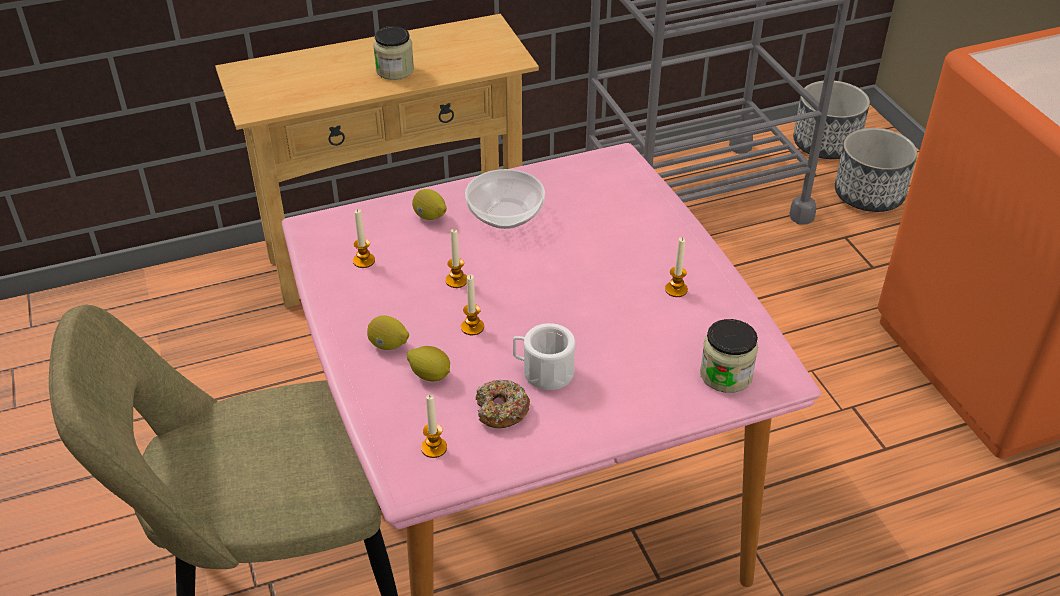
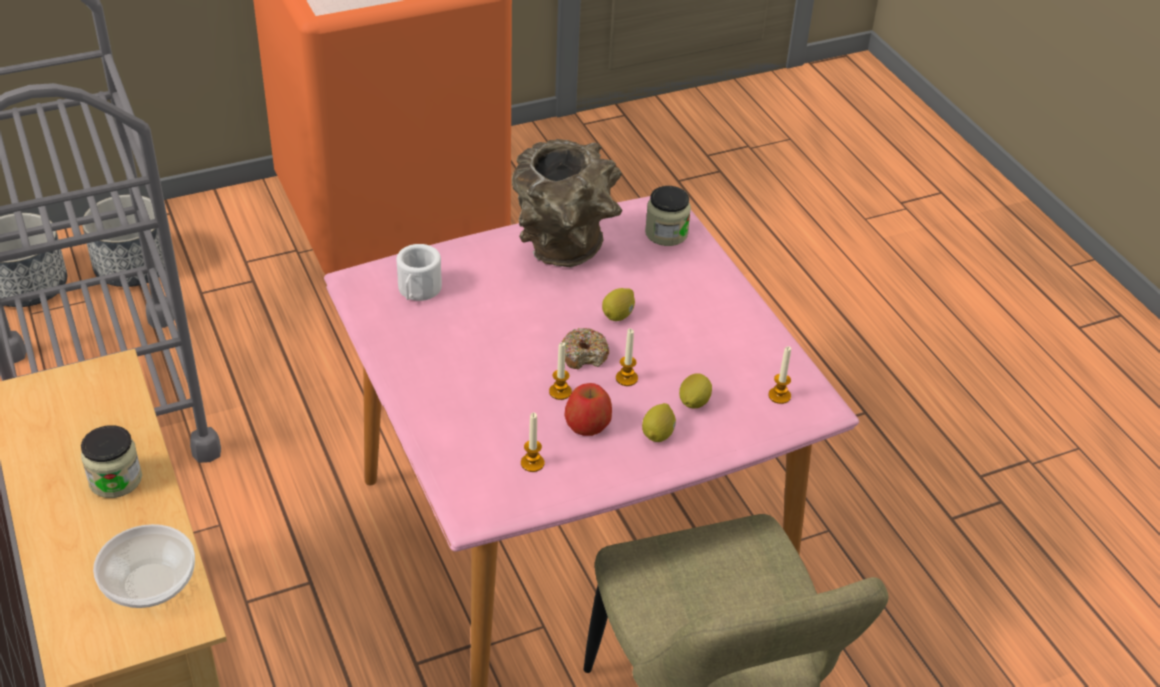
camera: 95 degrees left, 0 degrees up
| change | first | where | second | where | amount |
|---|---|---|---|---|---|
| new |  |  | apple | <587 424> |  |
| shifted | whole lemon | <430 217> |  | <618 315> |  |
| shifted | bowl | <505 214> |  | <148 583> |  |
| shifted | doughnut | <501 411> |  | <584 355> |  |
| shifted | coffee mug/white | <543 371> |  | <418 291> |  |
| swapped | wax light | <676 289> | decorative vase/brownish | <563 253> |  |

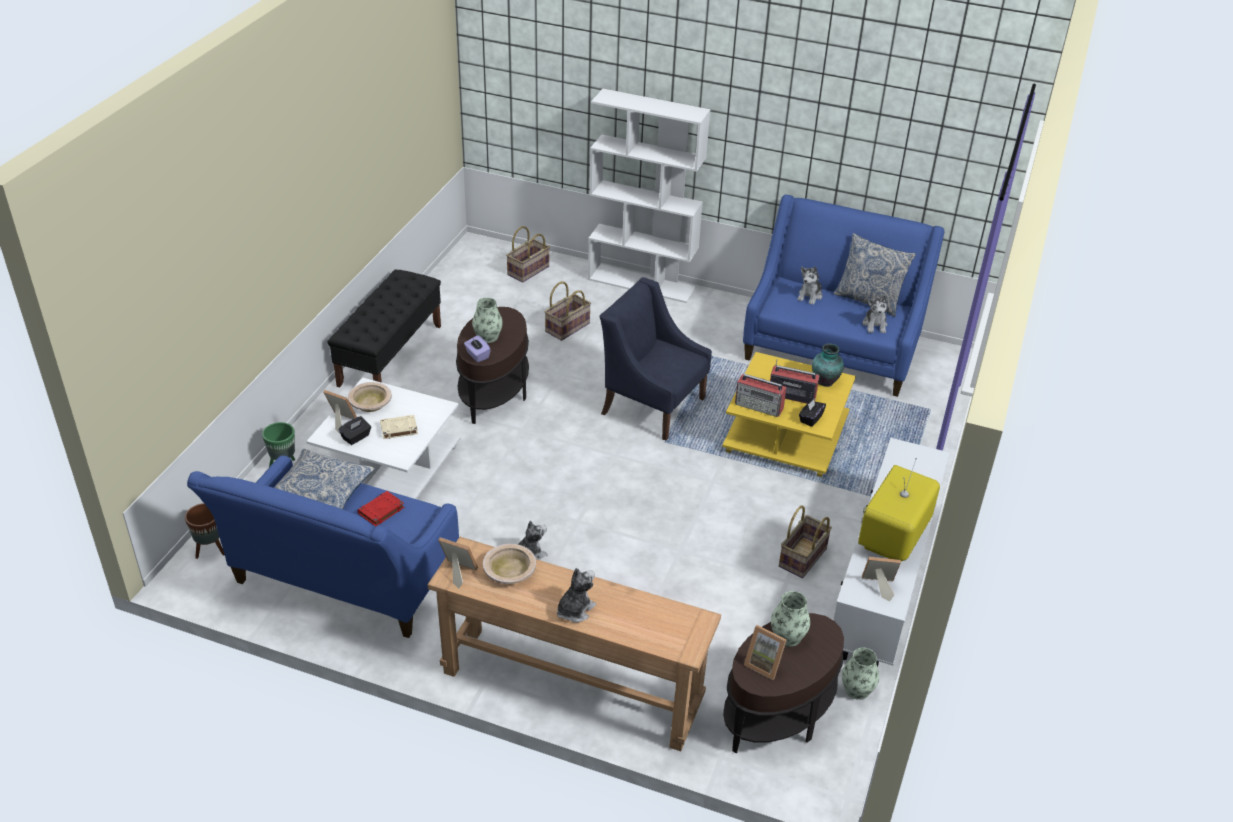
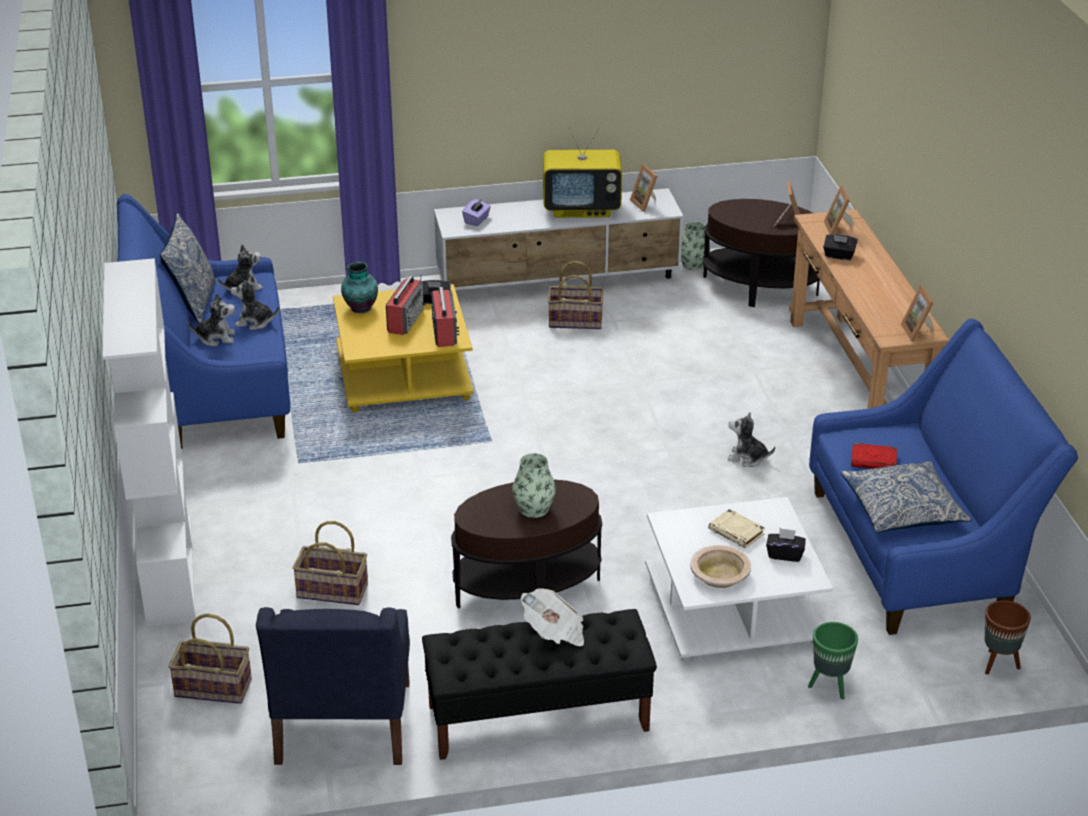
camera: 120 degrees left, 5 degrees down
| change | first | where | second | where | amount |
|---|---|---|---|---|---|
| gone | bowl/beige | <509 571> |  |  |  |
| gone | decorative vase | <788 636> |  |  |  |
| new |  |  | printed paper | <554 632> |  |
| new |  |  | box of tissues/black | <839 255> |  |
| shifted | photo frame | <340 421> |  | <838 228> |  |
| shifted | box of tissues/purplish | <477 355> |  | <477 220> |  |
| shifted | plush toy | <575 610> |  | <255 322> |  |
| shifted | armchair/blue-coloured | <652 405> |  | <342 724> |  |
| rotated | radio set | <791 395> |  | <406 320> | 150 degrees counterclockwise |

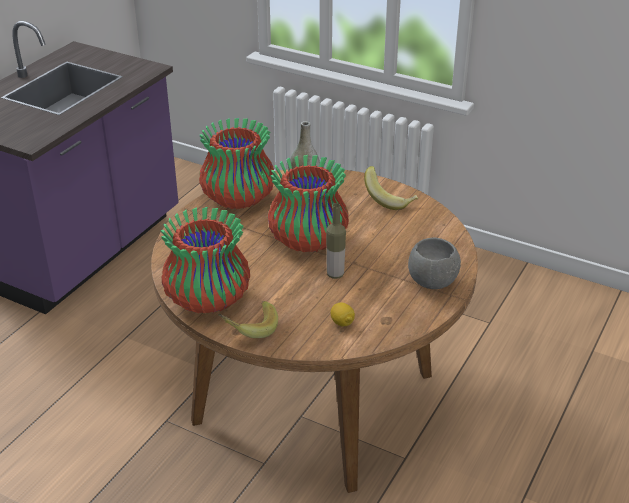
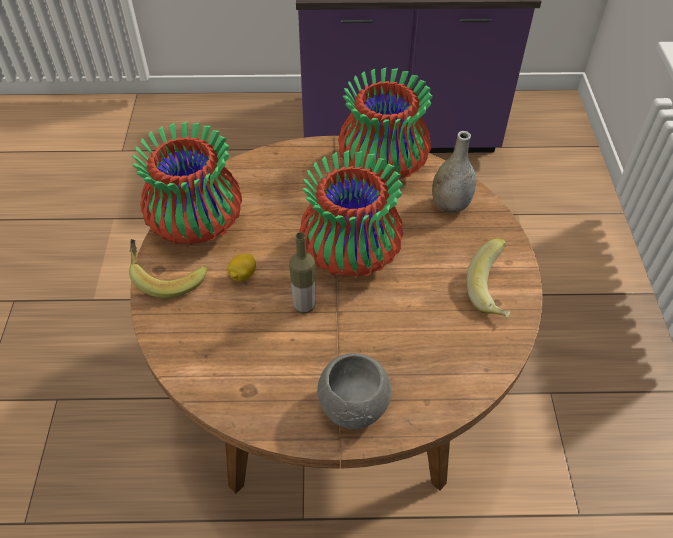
camera: 60 degrees right, 15 degrees up
| change | first | where | second | where | amount |
|---|---|---|---|---|---|
| shifted | whole lemon | <342 322> |  | <243 275> |  |

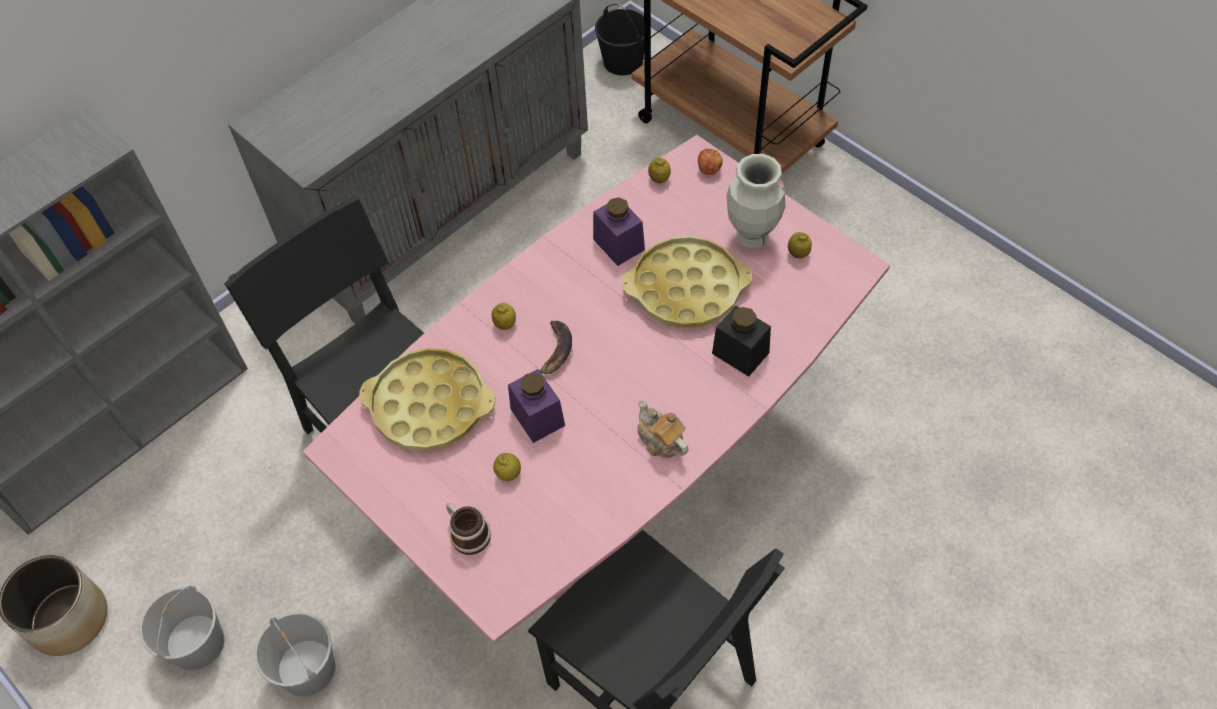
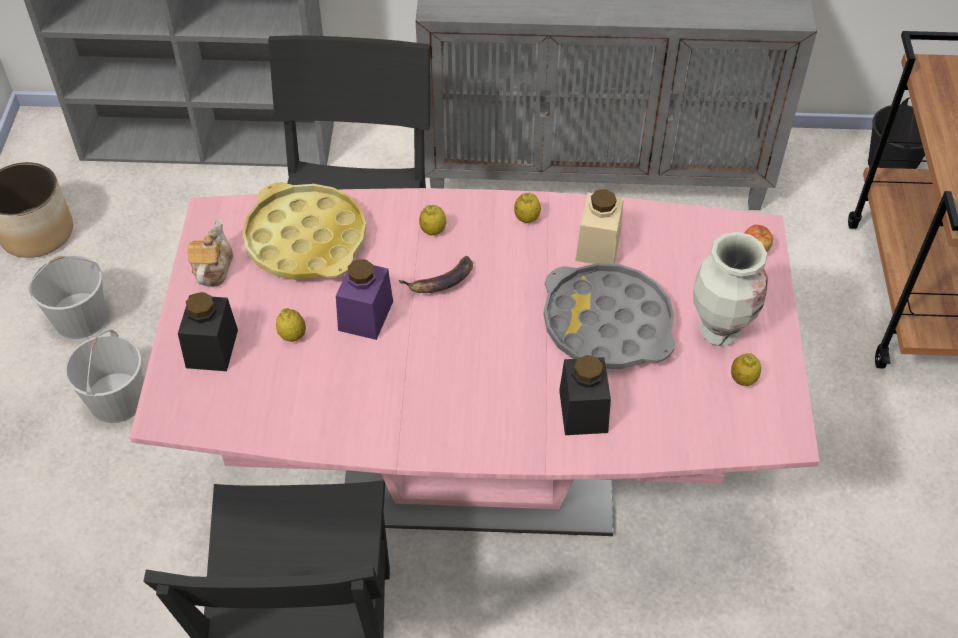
camera: 45 degrees right, 5 degrees down
| change | first | where | second | where | amount |
|---|---|---|---|---|---|
| shifted | teapot | <660 440> |  | <212 268> |  |
| shifted | whole lemon | <659 179> |  | <527 218> |  |
| swapped | coffee mug | <467 533> | jar/black | <212 348> |  |
| repainted | jar/purplish | <618 244> | jar/beige | <598 246> |  |
| repainted | tray/yellow-coloured | <686 289> | tray/greyish | <607 324> |  |

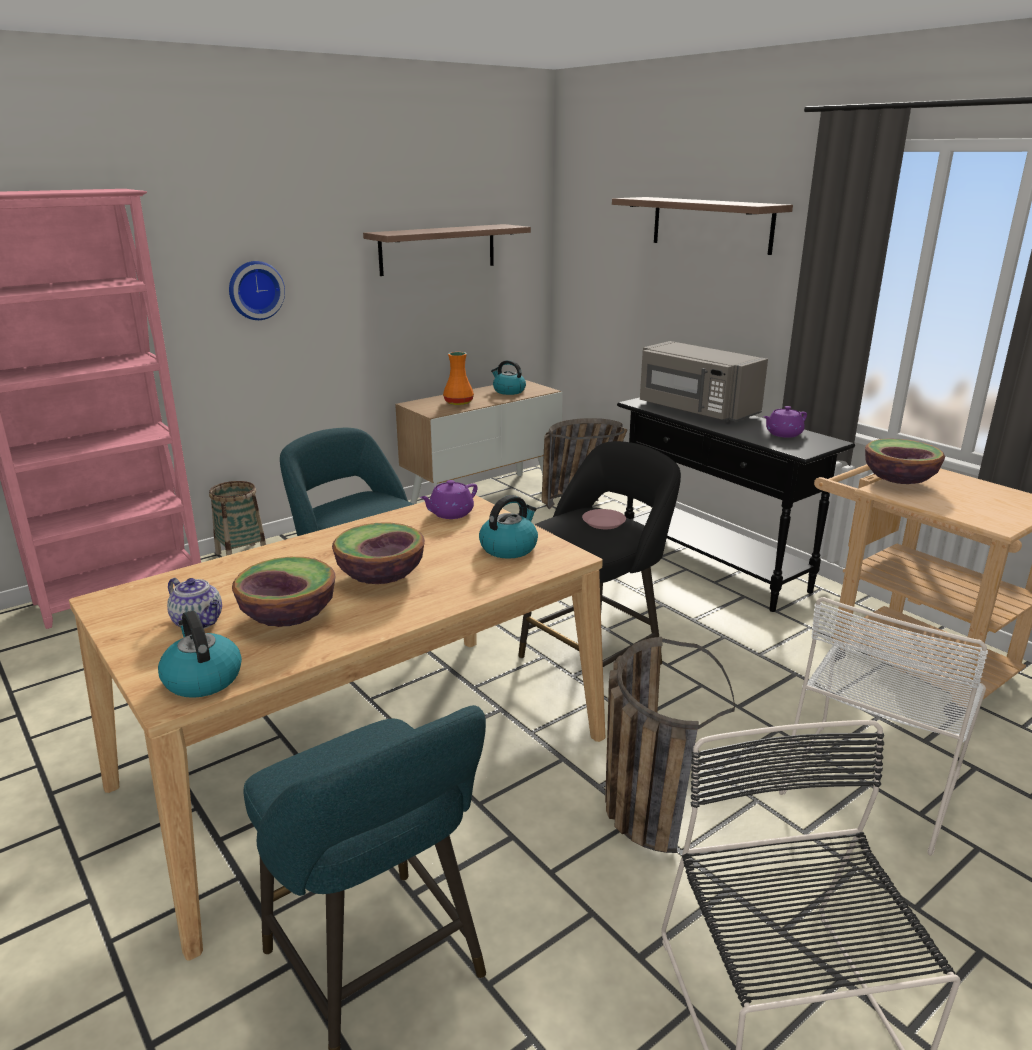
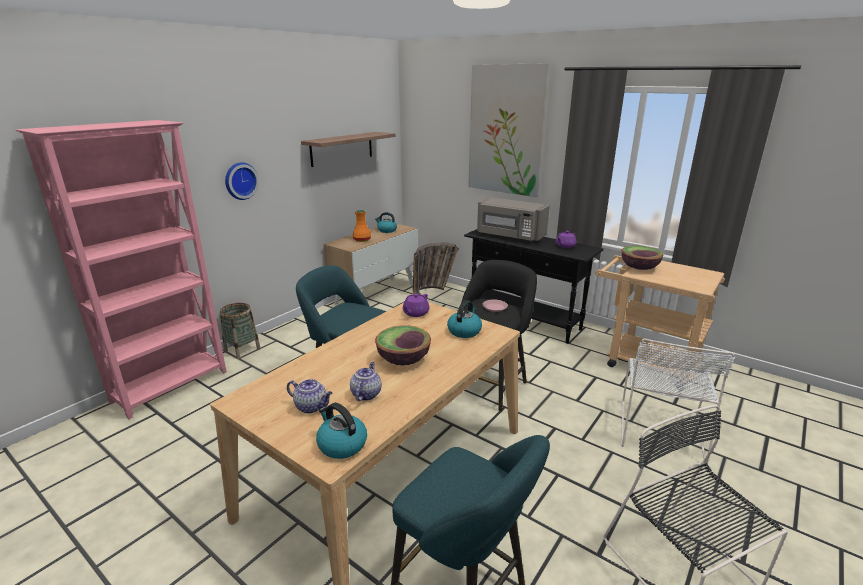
camera: 15 degrees left, 0 degrees up
| change | first | where | second | where | amount |
|---|---|---|---|---|---|
| gone | storage basket | <642 799> |  |  |  |
| swapped | bowl | <288 617> | teapot | <366 394> |  |
| swapped | shelf | <711 224> | wall art | <506 130> |  |

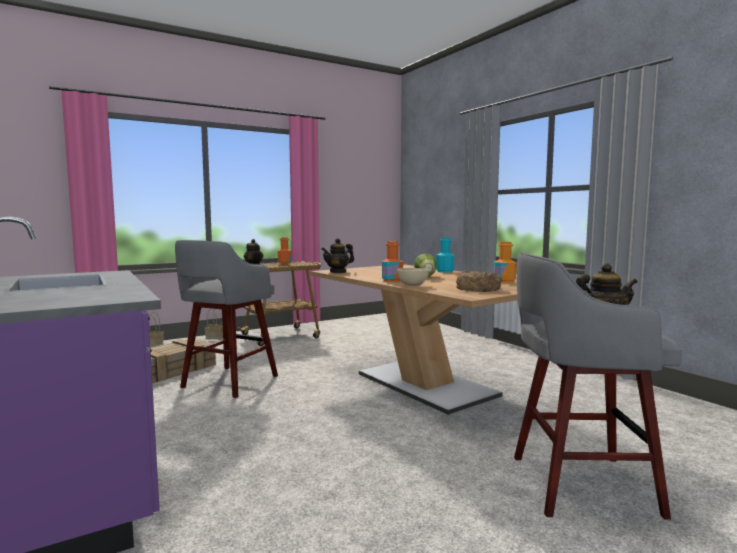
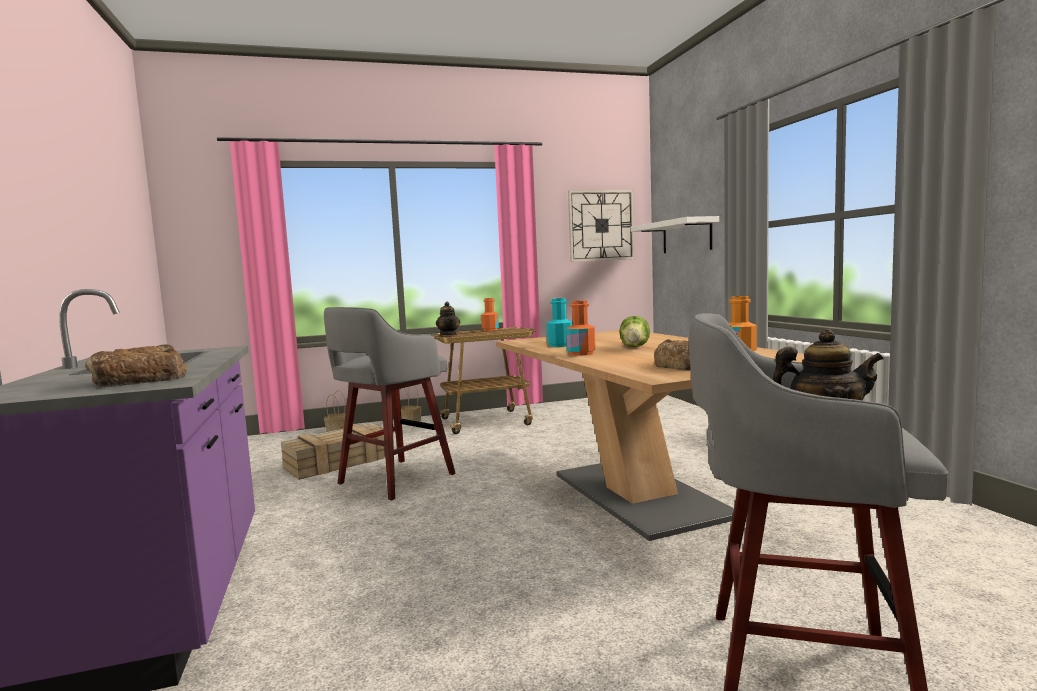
camera: 15 degrees right, 0 degrees up
| change | first | where | second | where | amount |
|---|---|---|---|---|---|
| gone | teapot | <338 272> |  |  |  |
| gone | bowl/beige | <413 285> |  |  |  |
| new |  |  | bread | <139 379> |  |
| new |  |  | wall clock | <601 225> |  |
| new |  |  | shelf/white | <686 236> |  |
| shifted | bottle/turquoise-coloured | <445 271> |  | <560 345> |  |

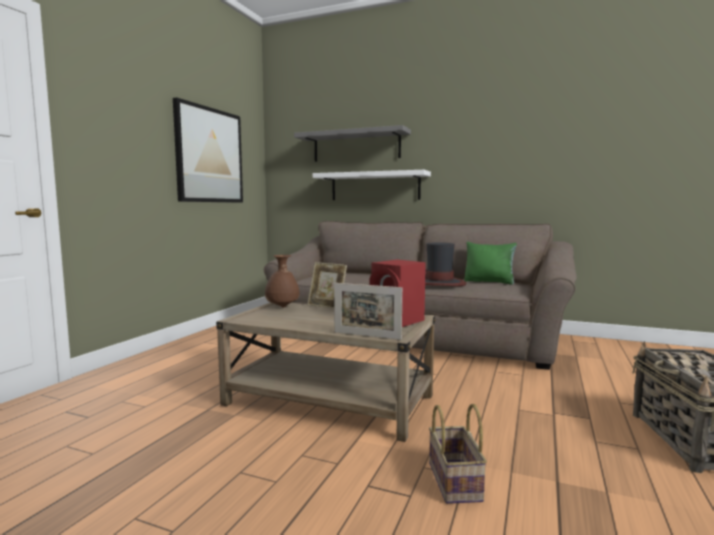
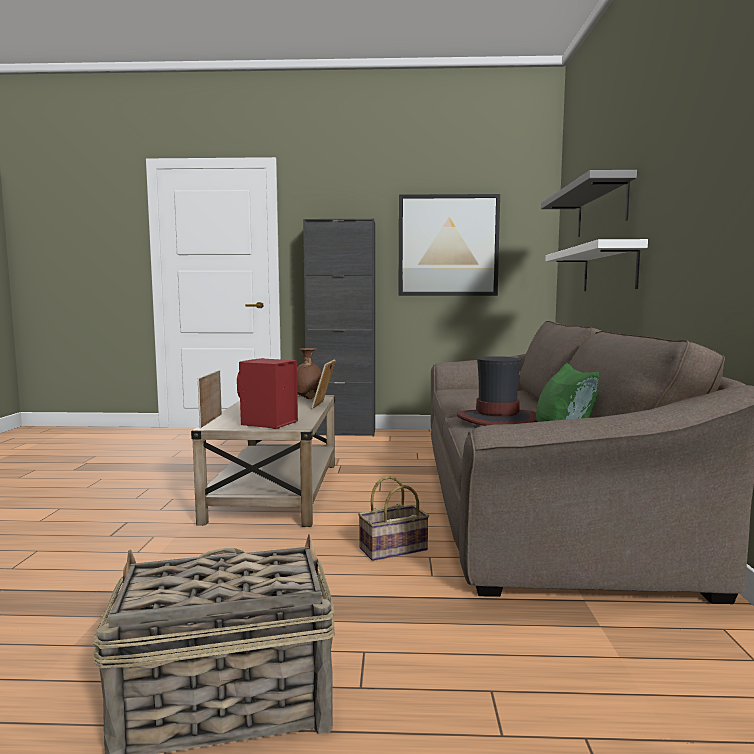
camera: 70 degrees right, 0 degrees up
| change | first | where | second | where | amount |
|---|---|---|---|---|---|
| new |  |  | storage cabinet/black | <341 432> |  |
| shifted | storage basket | <456 482> |  | <392 550> |  |

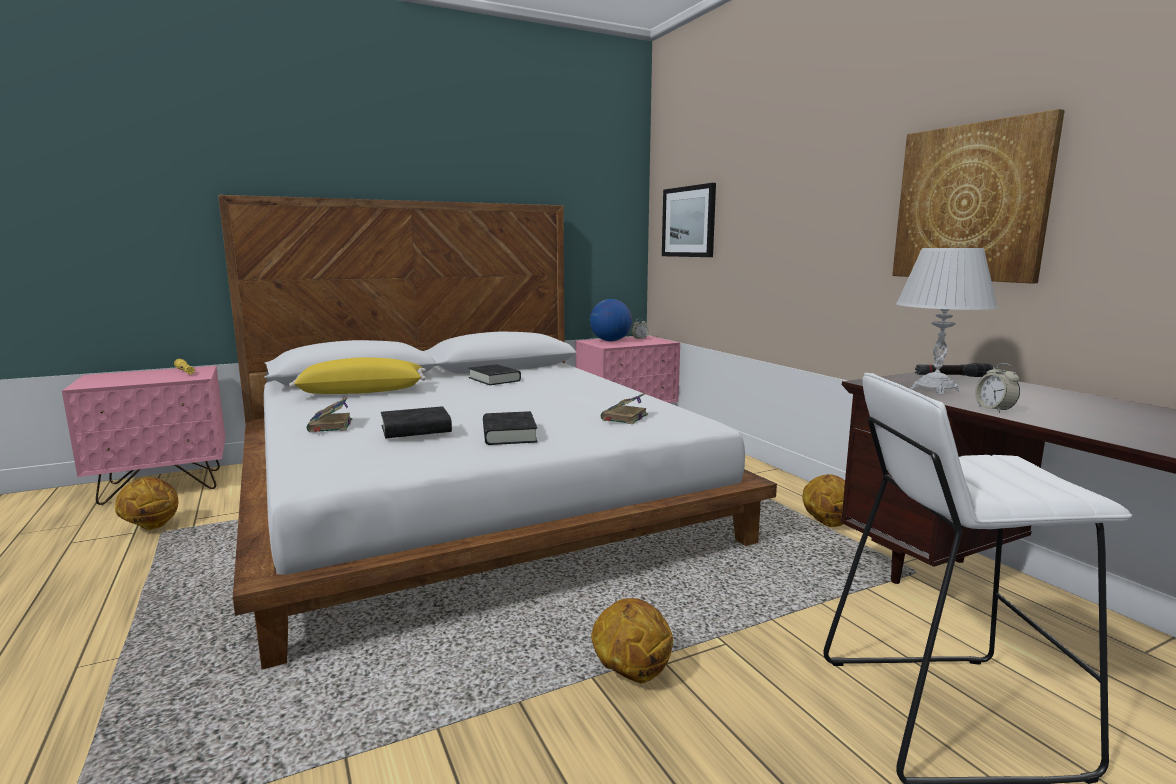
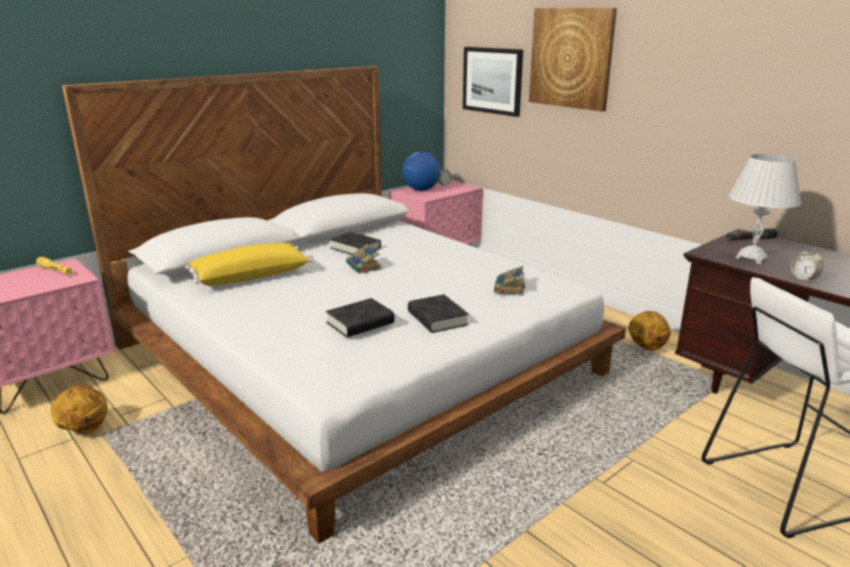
camera: 15 degrees left, 10 degrees up
| change | first | where | second | where | amount |
|---|---|---|---|---|---|
| gone | ball for basketball | <630 673> |  |  |  |
| shifted | book | <330 426> |  | <364 267> |  |
| shifted | wall art | <970 203> |  | <571 58> |  |

